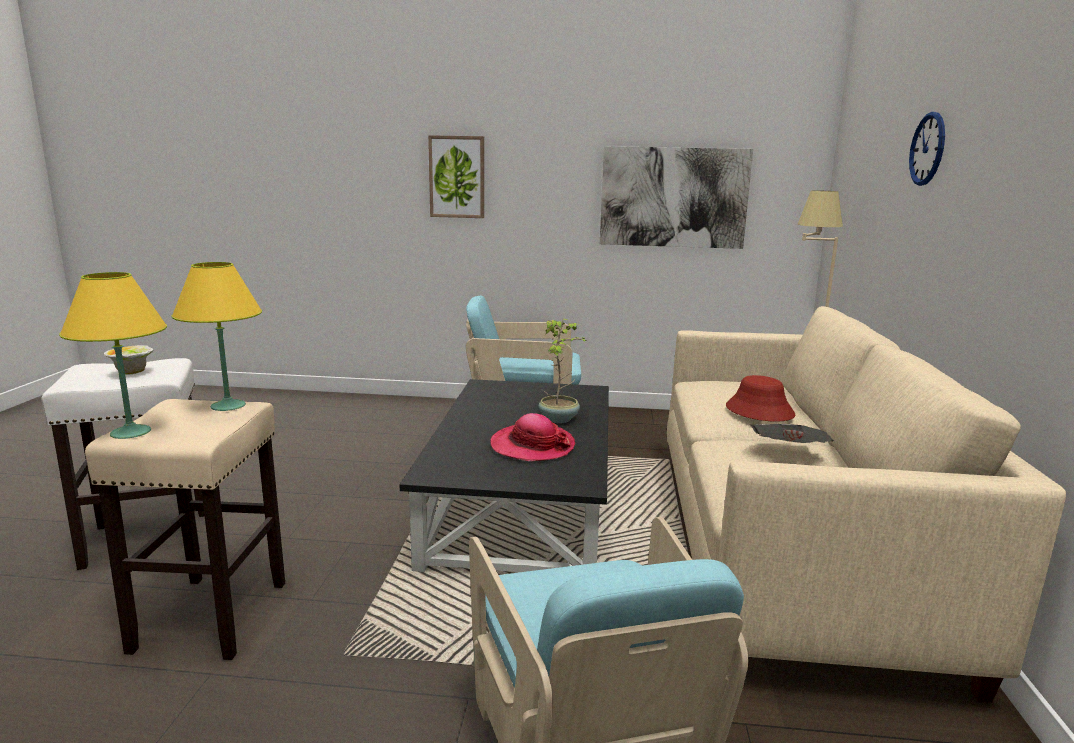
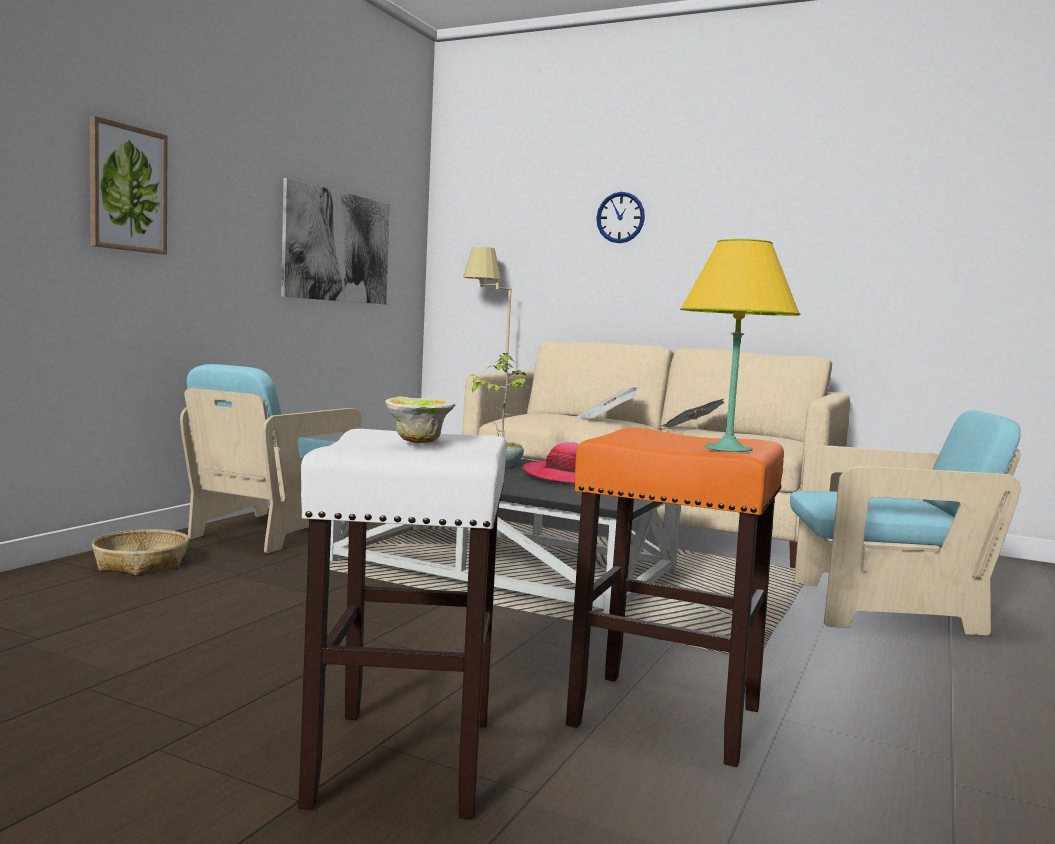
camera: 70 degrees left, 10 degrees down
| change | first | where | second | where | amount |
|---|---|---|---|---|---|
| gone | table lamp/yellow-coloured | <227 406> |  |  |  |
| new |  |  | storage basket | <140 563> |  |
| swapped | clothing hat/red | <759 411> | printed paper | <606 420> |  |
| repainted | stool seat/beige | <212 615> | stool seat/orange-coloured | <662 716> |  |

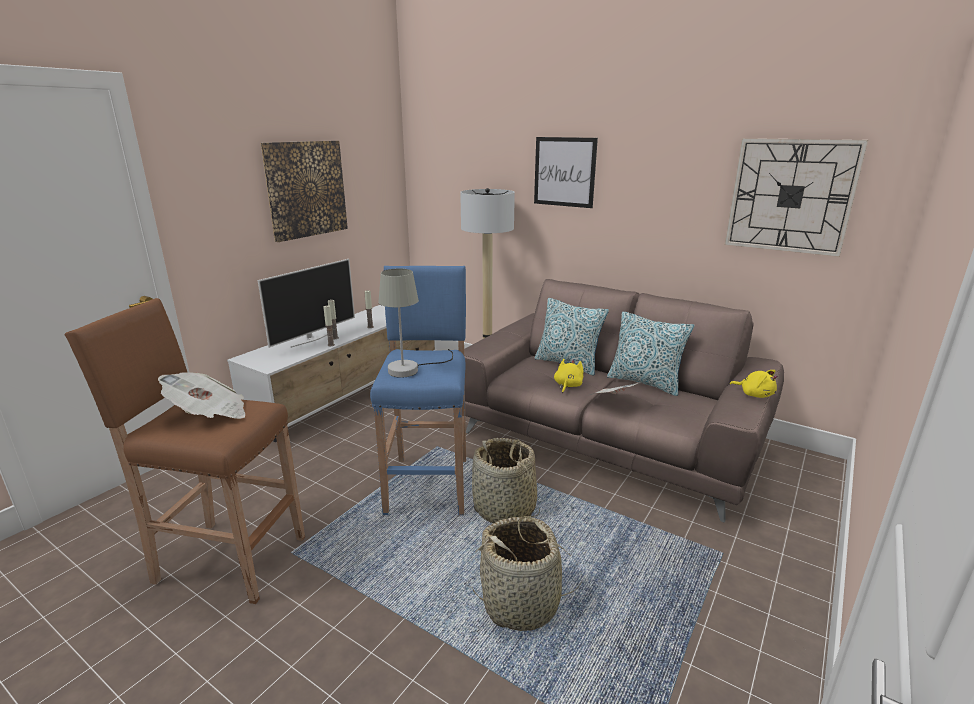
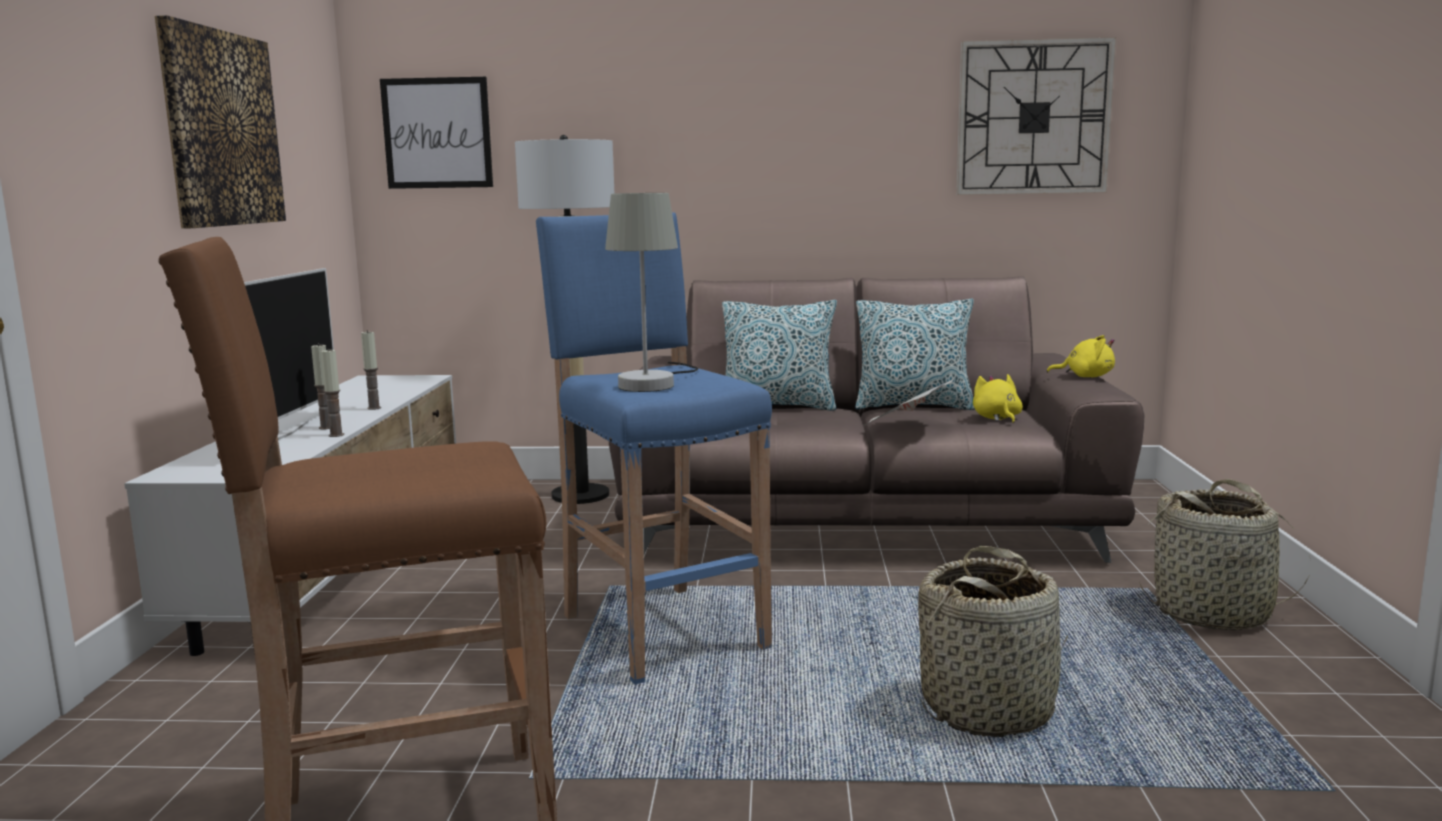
camera: 30 degrees left, 10 degrees down
| change | first | where | second | where | amount |
|---|---|---|---|---|---|
| gone | printed paper | <209 414> |  |  |  |
| shifted | storage basket | <505 508> |  | <1213 613> |  |
| shifted | wall art | <564 172> |  | <437 133> |  |
| shifted | plush toy/yellow-coloured | <567 385> |  | <997 418> |  |

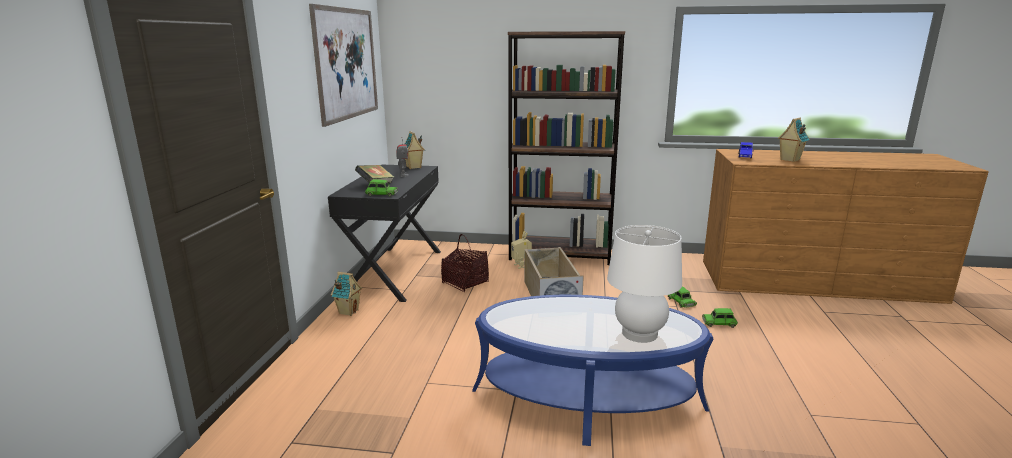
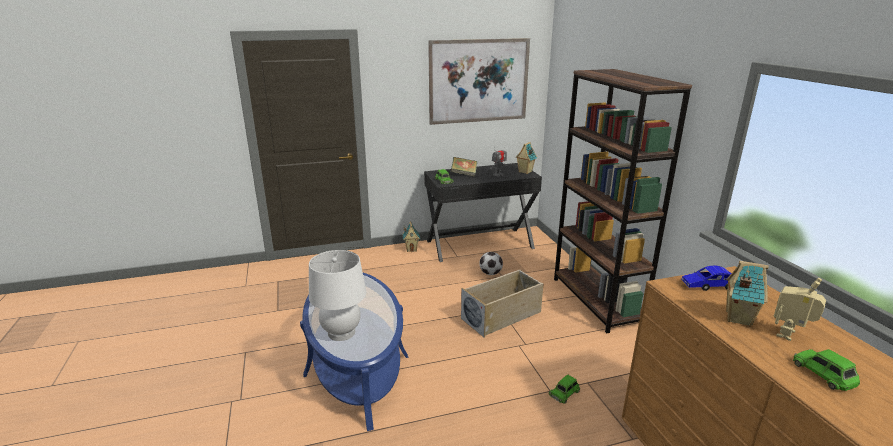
camera: 65 degrees right, 5 degrees up
| change | first | where | second | where | amount |
|---|---|---|---|---|---|
| shifted | robot figure | <521 265> |  | <790 335> |  |
| shifted | model car/greenish | <719 323> |  | <824 374> |  |
| swapped | storage basket | <465 282> | ball for football | <490 273> |  |

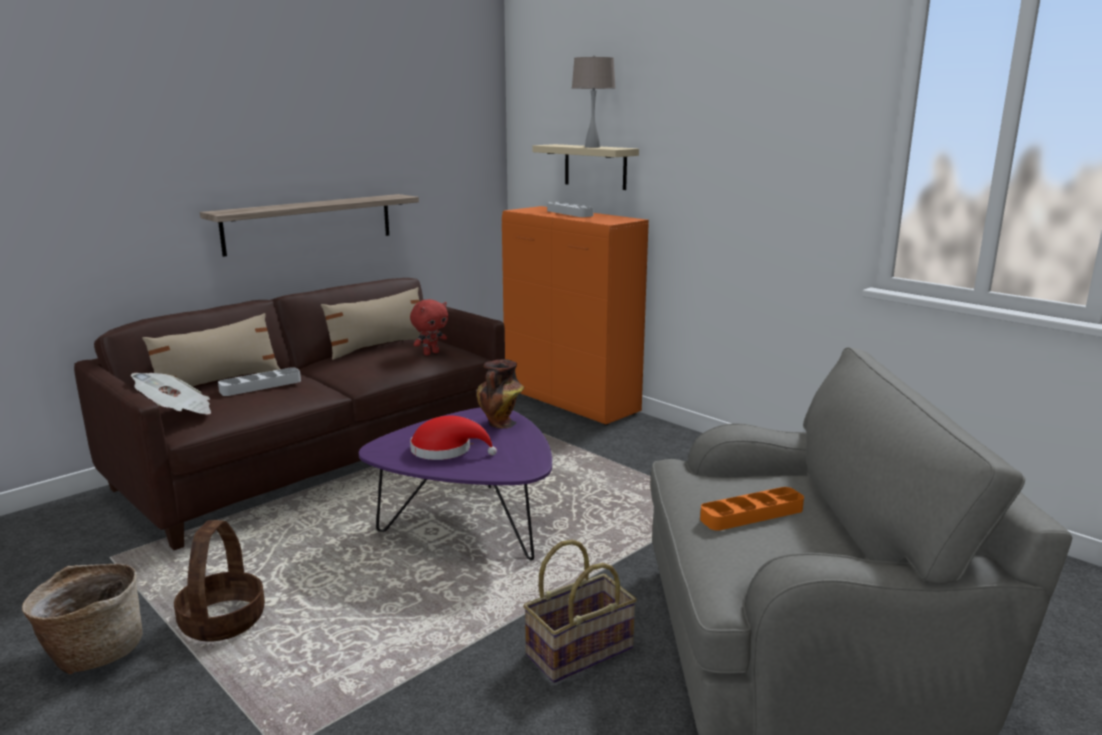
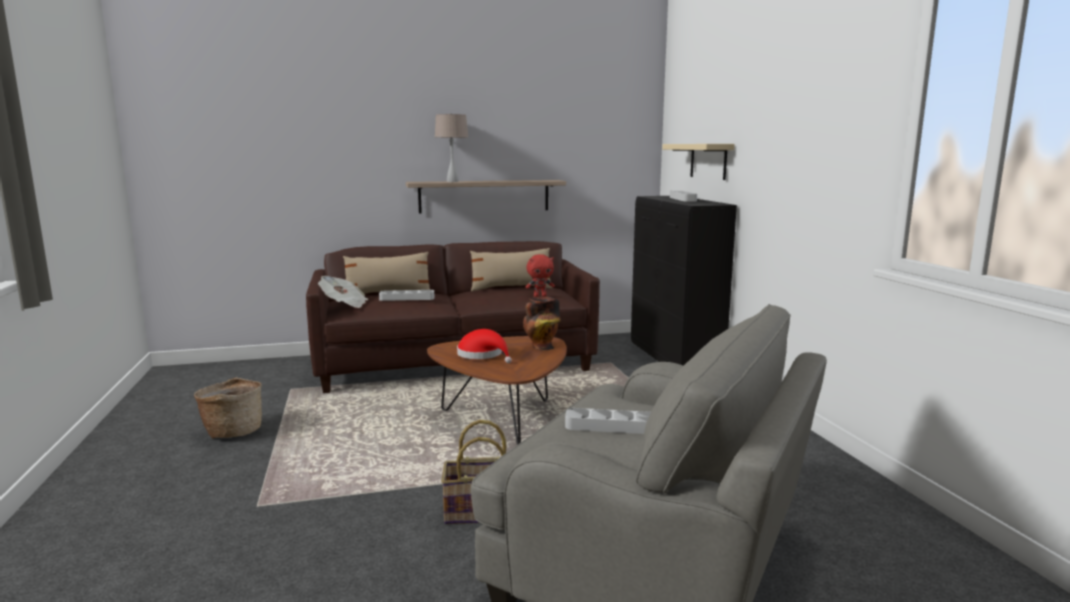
camera: 30 degrees right, 5 degrees down
| change | first | where | second | where | amount |
|---|---|---|---|---|---|
| gone | storage basket | <222 621> |  |  |  |
| shifted | table lamp/beige | <592 147> |  | <452 181> |  |
| repainted | lounge table/purplish | <470 526> | lounge table/brownish | <503 420> |  |
| repainted | storage cabinet/orange-coloured | <571 402> | storage cabinet/black | <674 360> |  |
| repainted | tray/orange-coloured | <751 514> | tray/greyish | <613 426> |  |

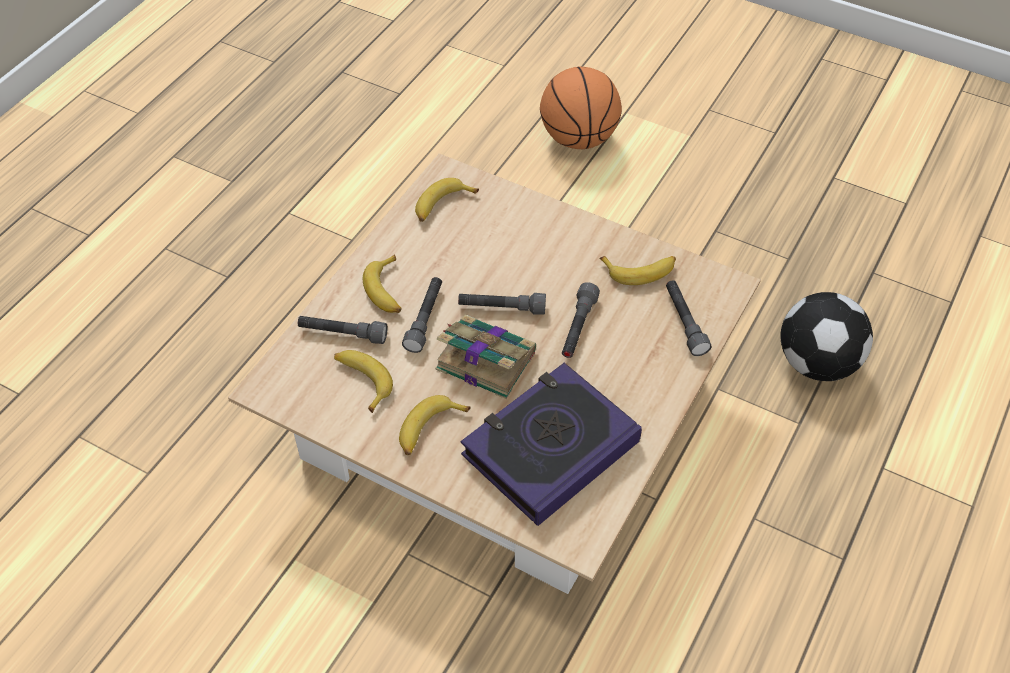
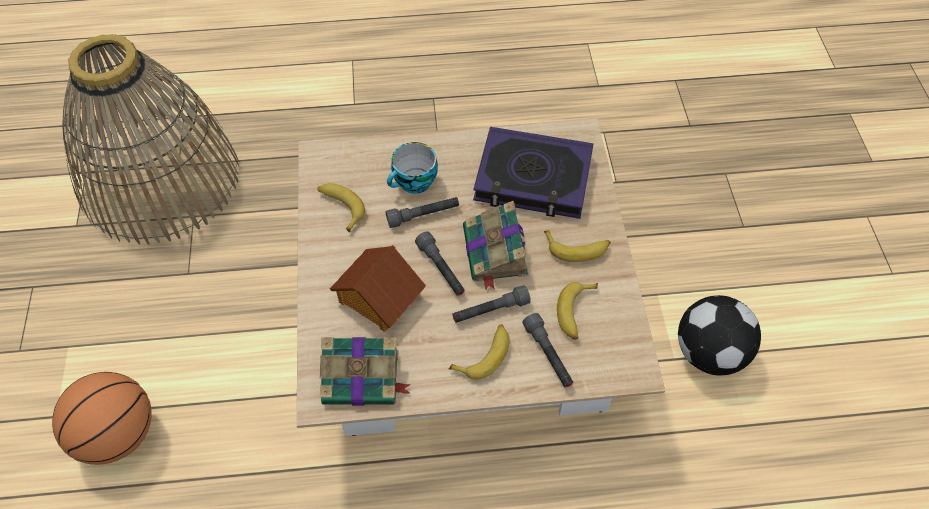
camera: 125 degrees left, 5 degrees up
| change | first | where | second | where | amount |
|---|---|---|---|---|---|
| gone | hand torch/greyish | <684 322> |  |  |  |
| new |  |  | storage basket | <160 179> |  |
| new |  |  | toy house | <378 298> |  |
| new |  |  | drinking cup | <414 183> |  |
| shifted | ball for football | <815 363> |  | <710 353> |  |
| swapped | whole banana | <442 205> | book | <363 377> |  |

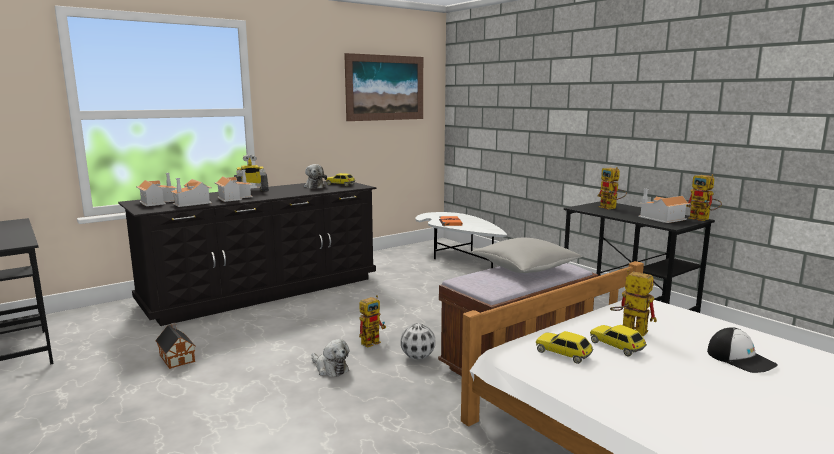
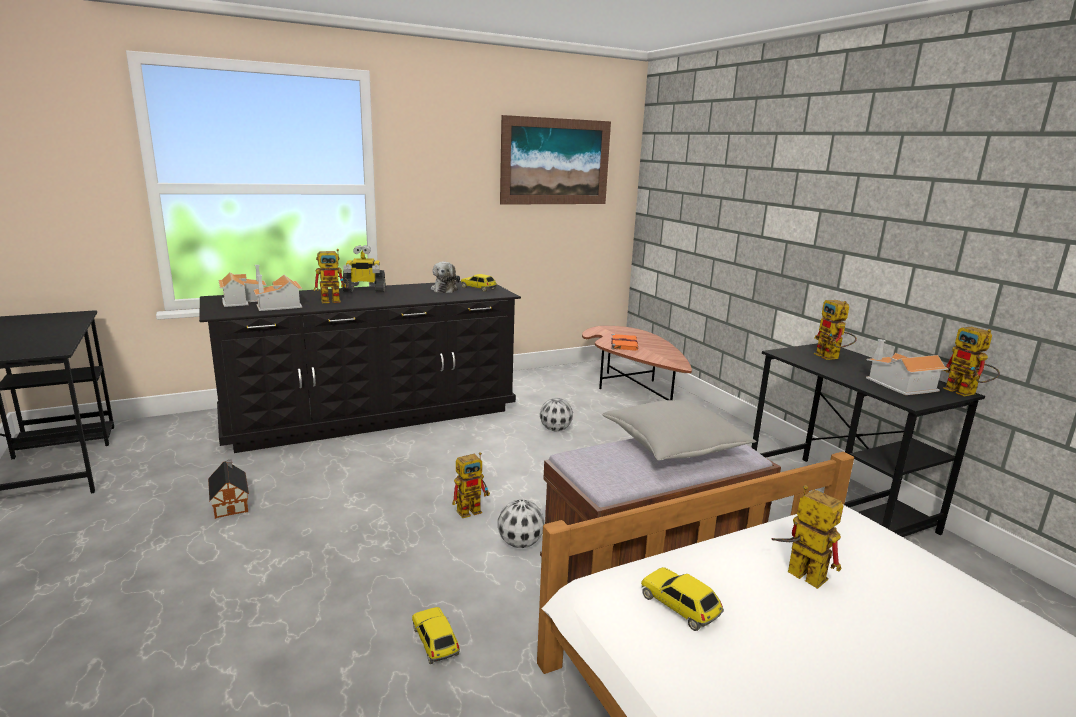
camera: 10 degrees right, 5 degrees up
| change | first | where | second | where | amount |
|---|---|---|---|---|---|
| gone | plush toy | <330 368> |  |  |  |
| gone | peaked cap | <741 359> |  |  |  |
| new |  |  | ball for football | <555 430> |  |
| shifted | model car | <617 346> |  | <435 642> |  |
| swapped | toy house | <234 197> | robot figure | <335 300> |  |
| repainted | lounge table/white | <458 256> | lounge table/brownish | <631 387> |  |

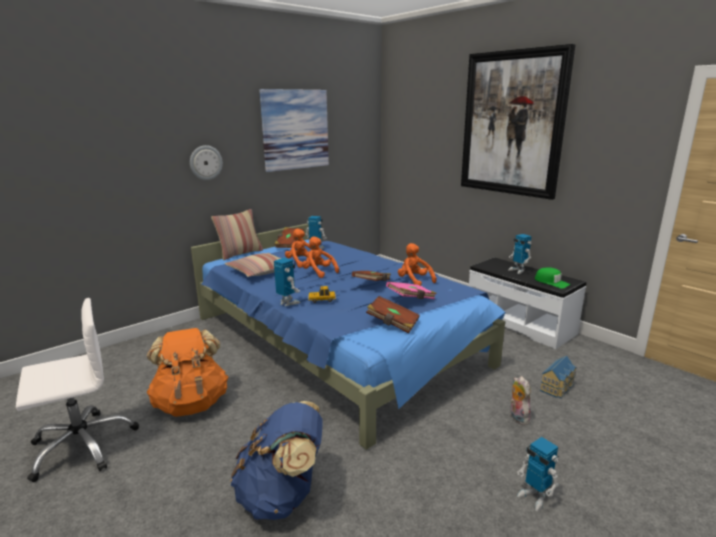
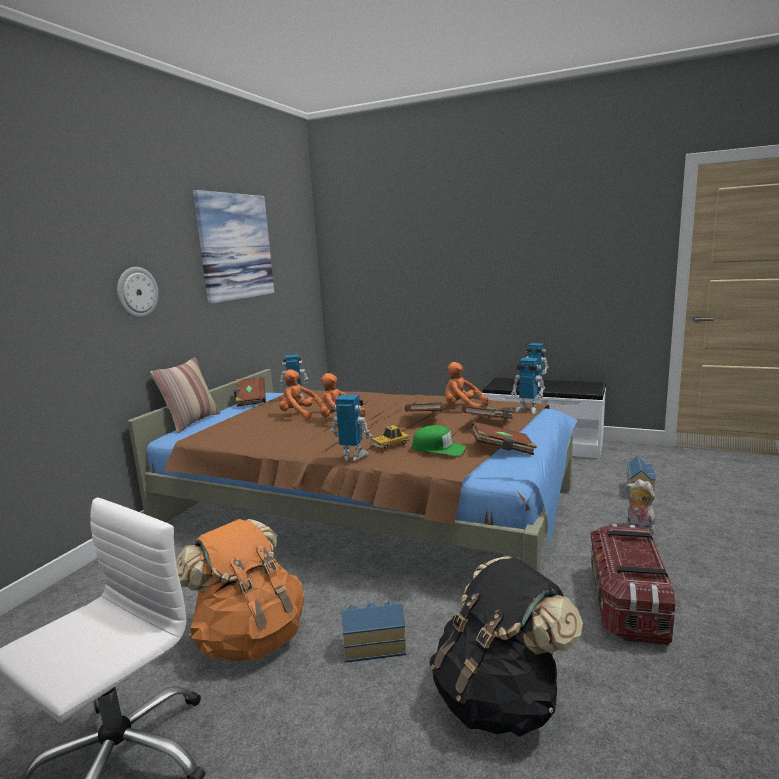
camera: 25 degrees left, 5 degrees down
| change | first | where | second | where | amount |
|---|---|---|---|---|---|
| gone | pillow | <260 271> |  |  |  |
| gone | wall art | <512 124> |  |  |  |
| new |  |  | toy house | <373 645> |  |
| new |  |  | storage box | <626 604> |  |
| shifted | robot figure | <534 497> |  | <527 410> |  |
| shifted | peaked cap/greenish | <551 282> |  | <439 448> |  |
| repainted | bed/blue-coloured | <336 341> | bed/brownish | <370 508> |  |
| repainted | rucksack/blue-coloured | <282 495> | rucksack/black | <499 700> |  |
| repainted | book/pinkish | <411 299> | book/brownish | <489 423> |  |

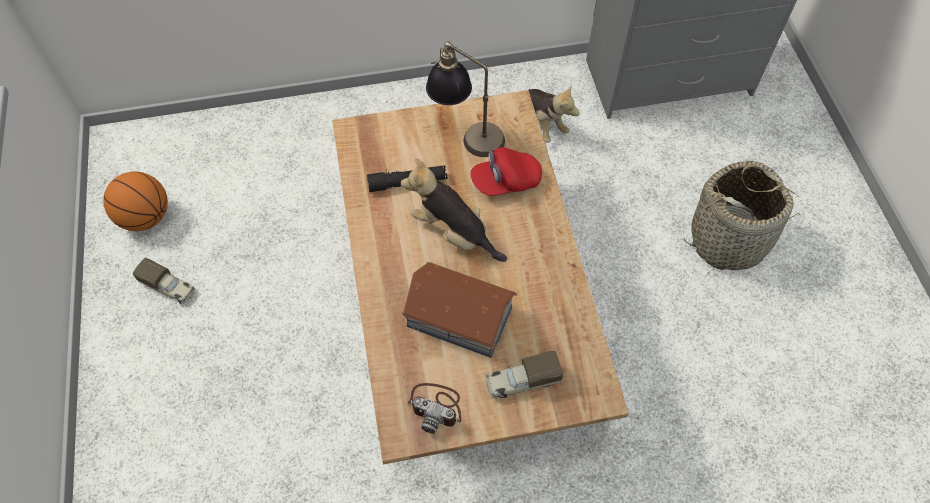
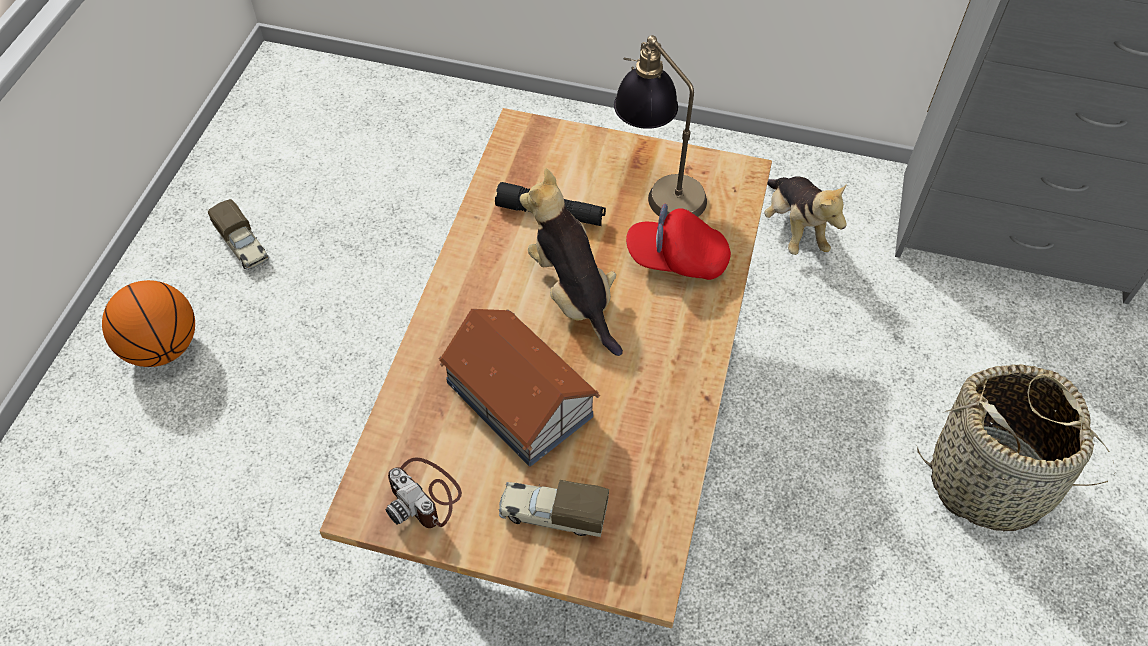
camera: 25 degrees right, 5 degrees down
| change | first | where | second | where | amount |
|---|---|---|---|---|---|
| shifted | ball for basketball | <146 217> |  | <162 347> |  |

